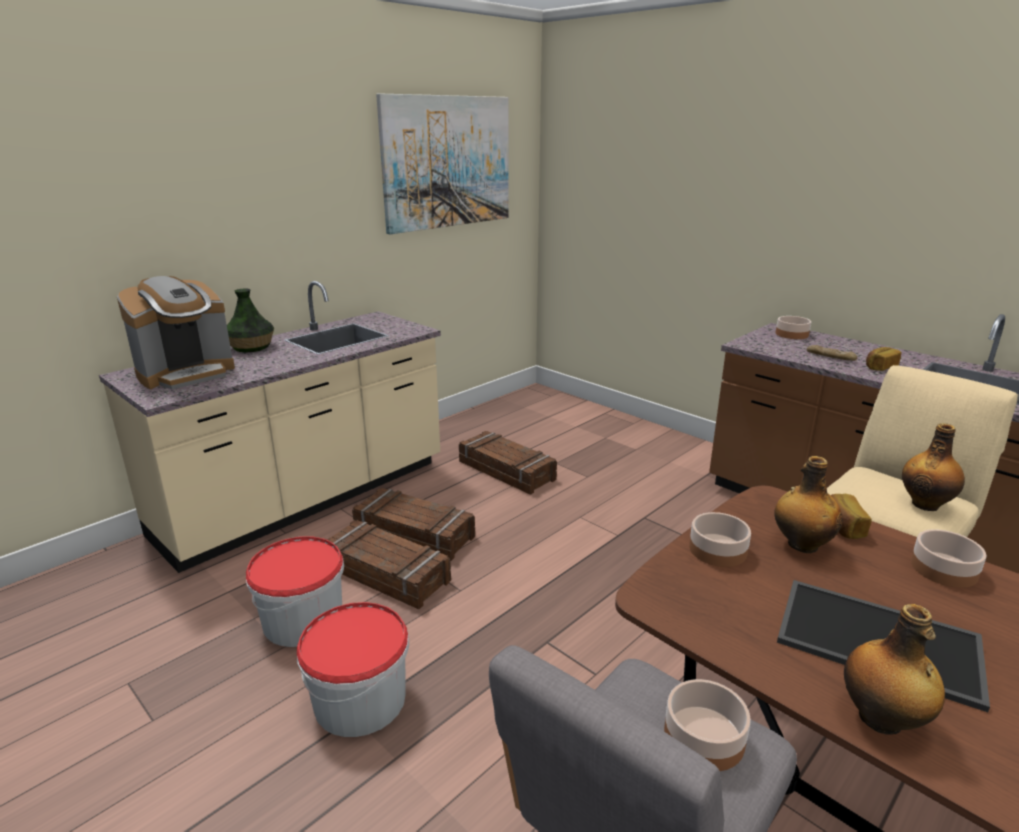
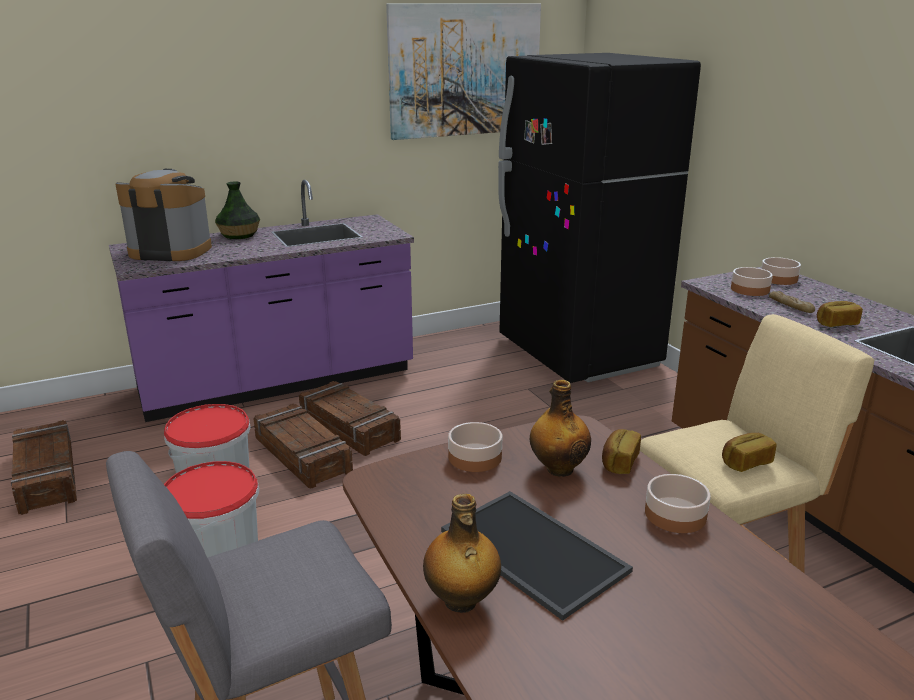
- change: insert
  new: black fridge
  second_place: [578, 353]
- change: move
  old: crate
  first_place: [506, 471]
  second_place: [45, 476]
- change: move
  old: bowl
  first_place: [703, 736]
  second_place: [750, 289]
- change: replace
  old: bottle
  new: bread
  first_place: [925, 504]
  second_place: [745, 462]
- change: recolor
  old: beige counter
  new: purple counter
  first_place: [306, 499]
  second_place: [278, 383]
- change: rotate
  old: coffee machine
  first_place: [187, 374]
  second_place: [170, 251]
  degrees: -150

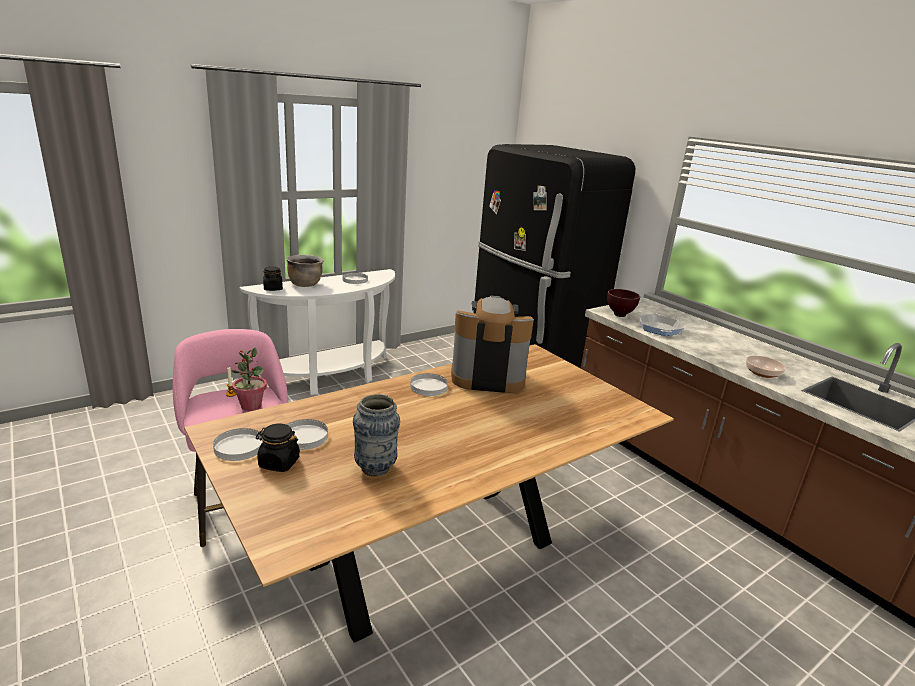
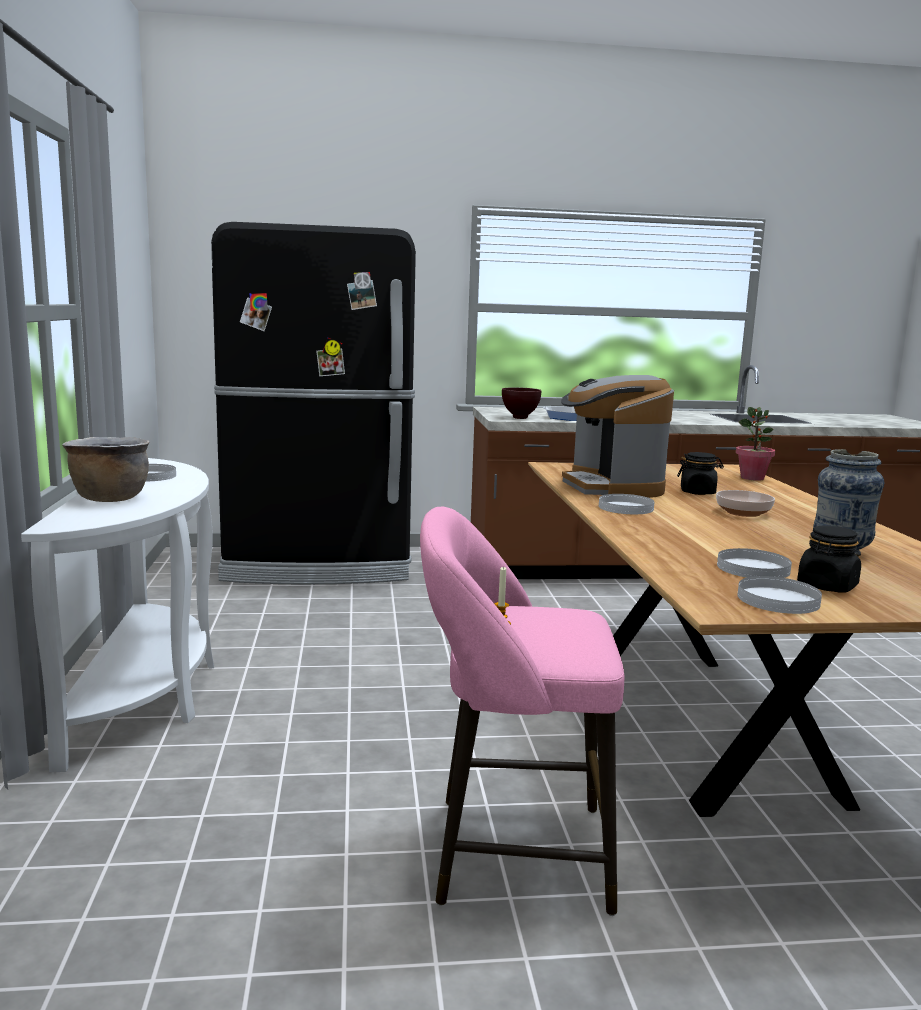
- change: move
  old: potted plant
  first_place: [251, 406]
  second_place: [752, 478]
- change: move
  old: black jar
  first_place: [273, 289]
  second_place: [698, 492]
- change: move
  old: bowl
  first_place: [762, 373]
  second_place: [744, 513]
- change: rotate
  old: coffee machine
  first_place: [487, 377]
  second_place: [611, 487]
  degrees: -45

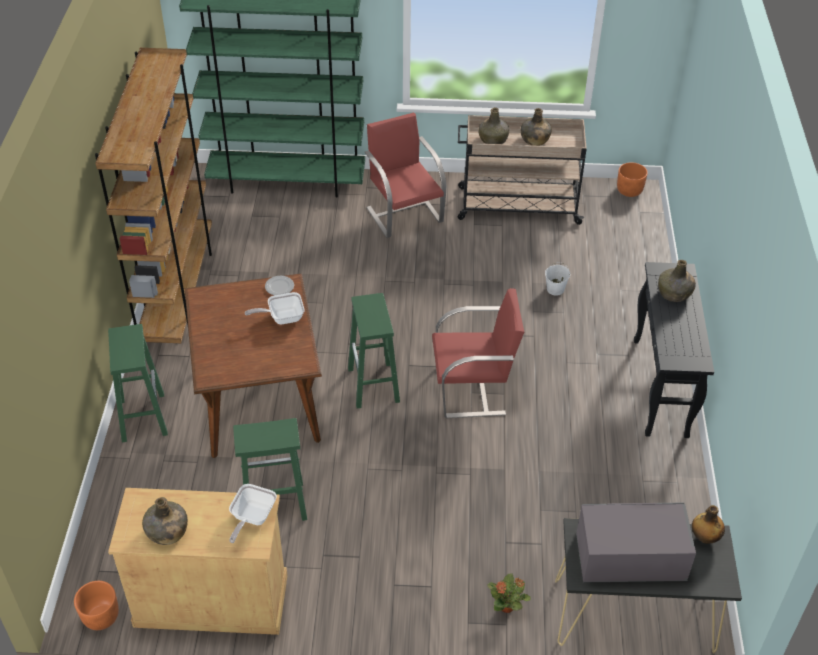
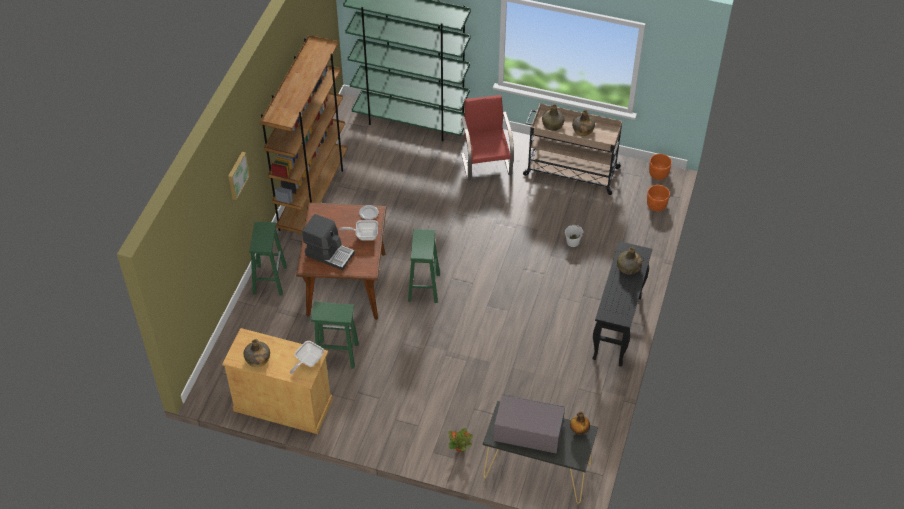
- change: delete
  old: red chair
  first_place: [473, 390]
- change: insert
  new: picture
  second_place: [237, 175]
- change: insert
  new: coffee machine
  second_place: [329, 253]
- change: move
  old: orange planter
  first_place: [101, 617]
  second_place: [656, 205]

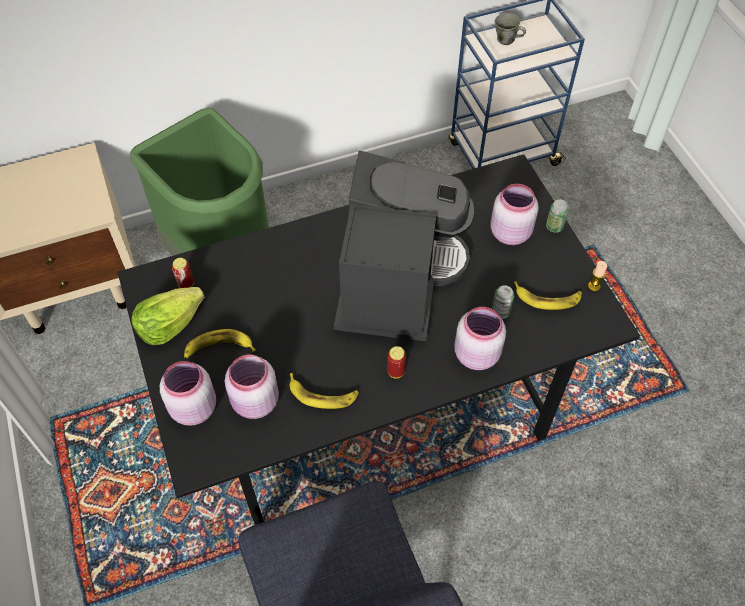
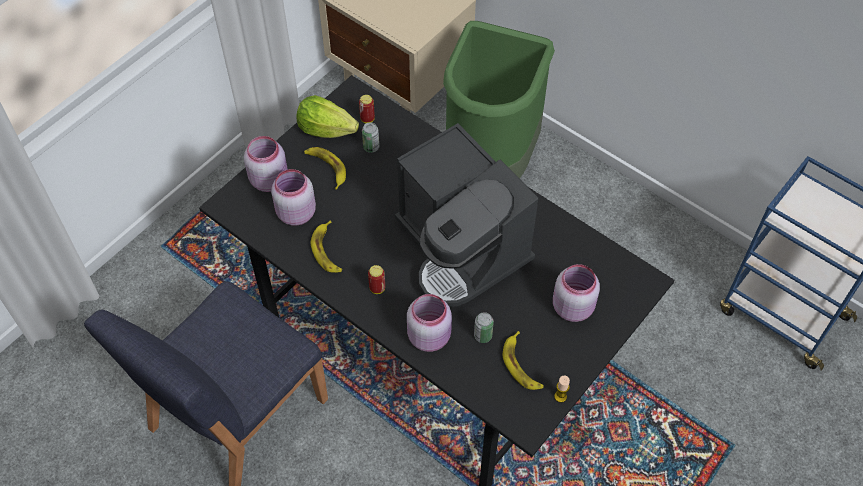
- change: delete
  old: grey mug
  first_place: [506, 40]
- change: move
  old: can
  first_place: [554, 226]
  second_place: [371, 147]
- change: rotate
  old: coffee machine
  first_place: [395, 282]
  second_place: [461, 248]
  degrees: 75

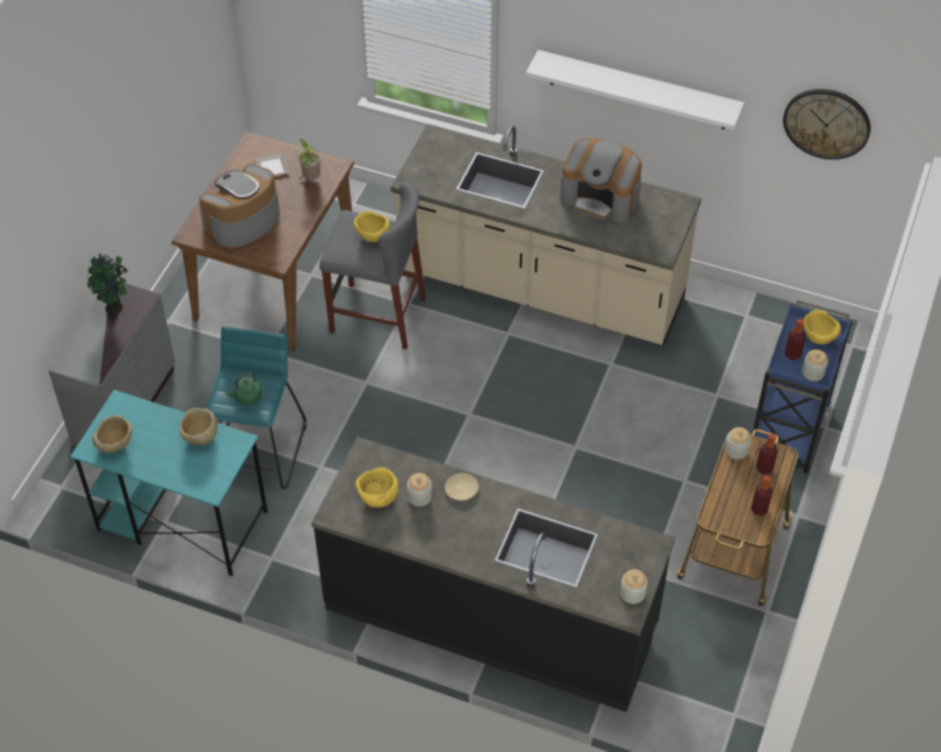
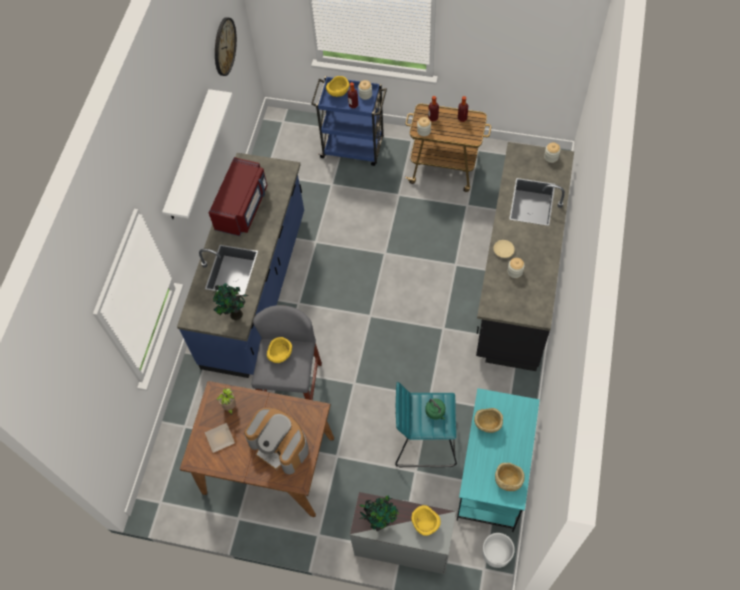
- change: insert
  new: potted plant
  second_place: [235, 315]
- change: insert
  new: white planter
  second_place: [496, 554]
- change: move
  old: yellow bowl
  first_place: [377, 497]
  second_place: [425, 524]
- change: replace
  old: coffee machine
  new: red microwave
  first_place: [601, 197]
  second_place: [242, 207]
- change: recolor
  old: beige counter
  new: blue counter
  first_place: [540, 289]
  second_place: [256, 289]

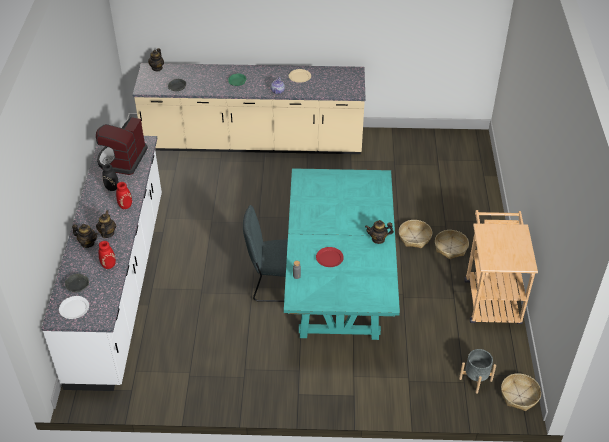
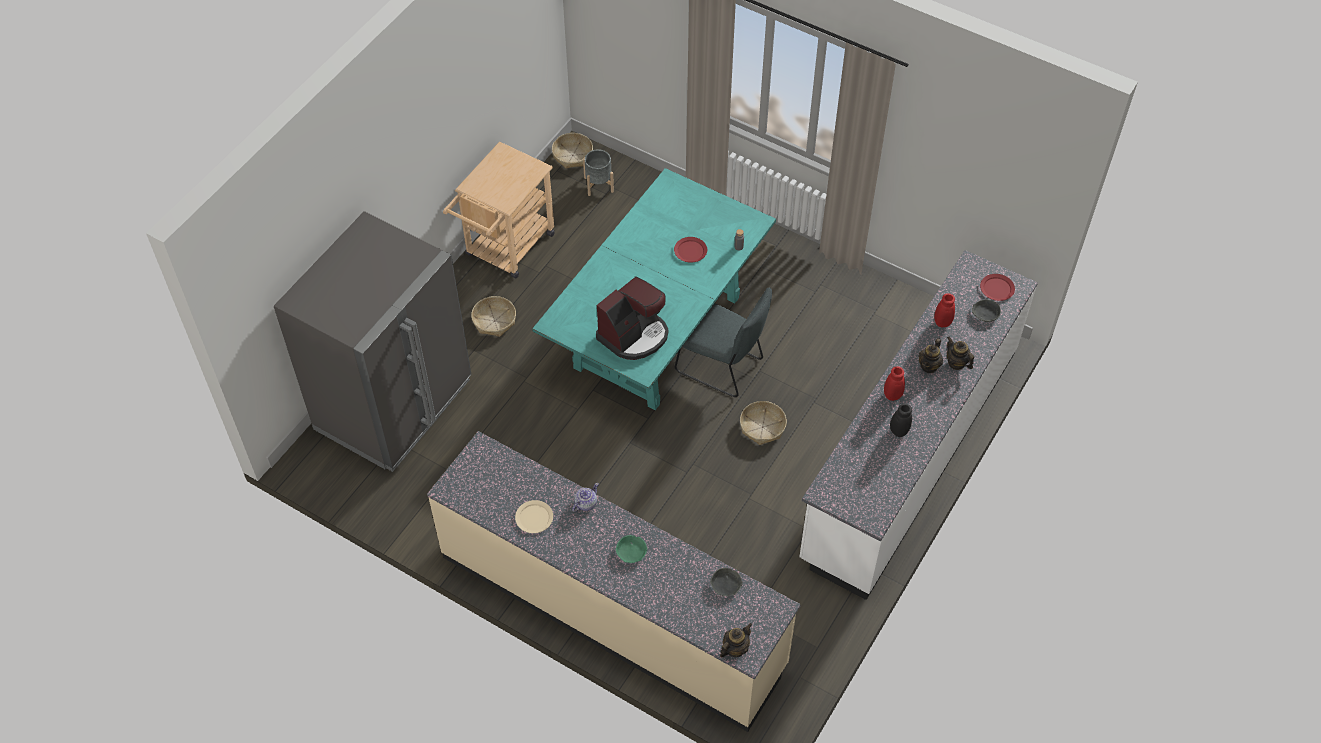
- change: delete
  old: teapot
  first_place: [378, 239]
- change: insert
  new: grey fridge
  second_place: [394, 405]
- change: move
  old: coffee machine
  first_place: [122, 159]
  second_place: [634, 335]
- change: move
  old: basket
  first_place: [414, 238]
  second_place: [762, 427]
- change: recolor
  old: white plate
  new: red plate
  first_place: [74, 308]
  second_place: [996, 288]

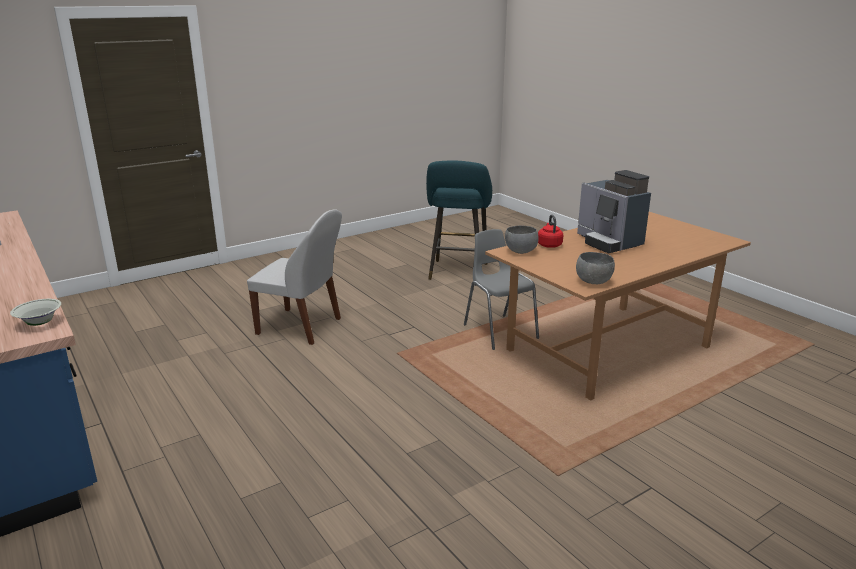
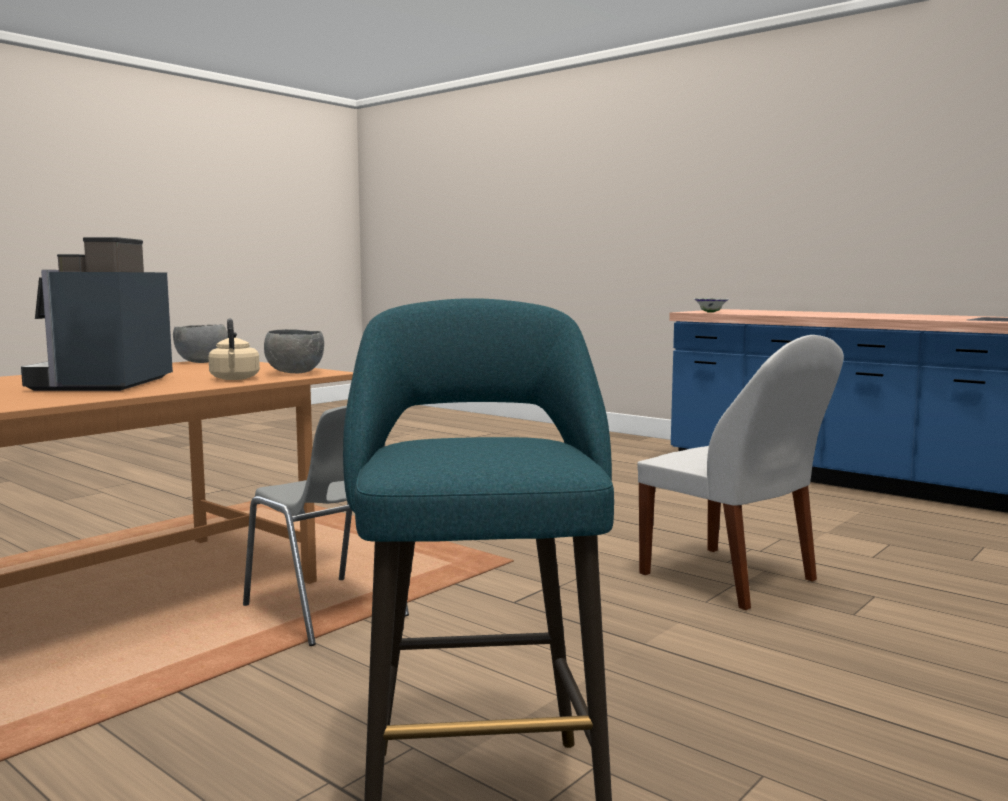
- change: recolor
  old: red kettle
  new: beige kettle
  first_place: [549, 245]
  second_place: [235, 379]
- change: rotate
  old: white chair
  first_place: [301, 327]
  second_place: [731, 579]
  degrees: -135
- change: rotate
  old: coffee machine
  first_place: [608, 242]
  second_place: [104, 384]
  degrees: -135

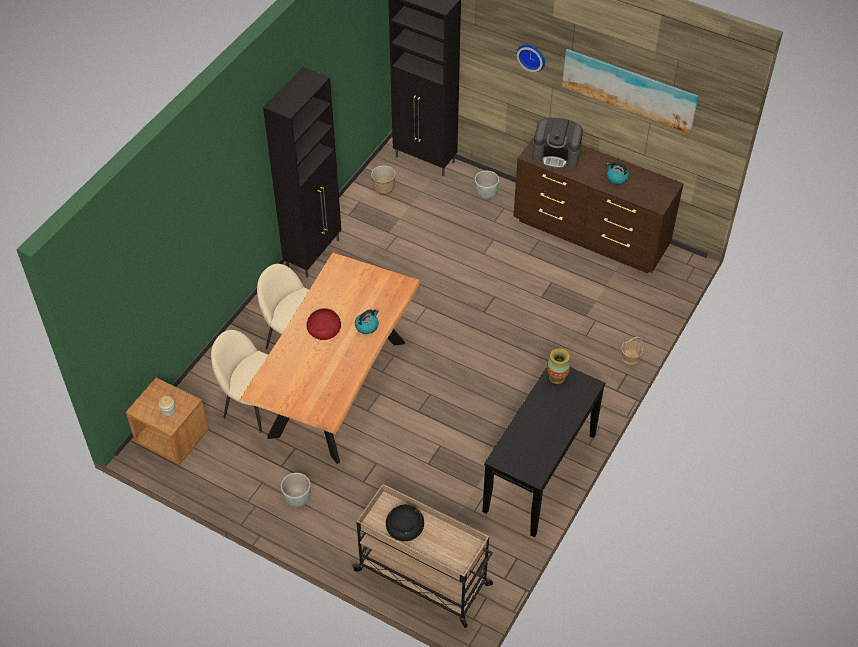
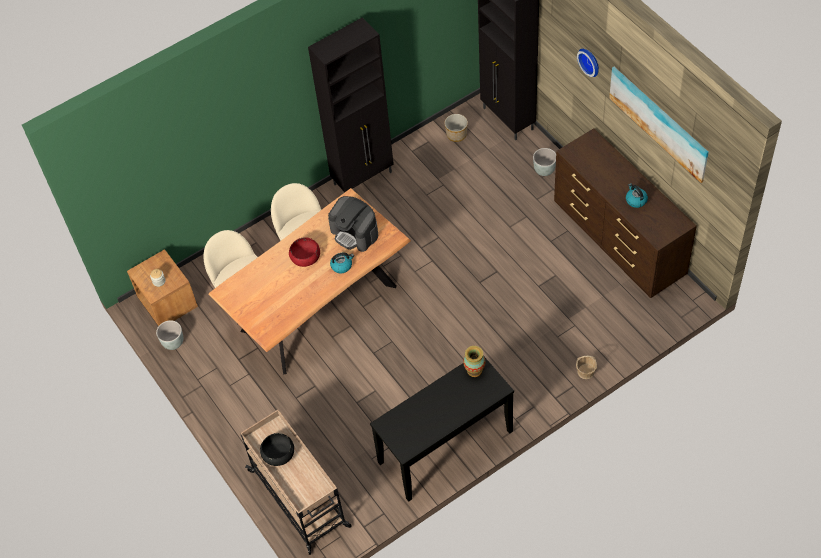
- change: move
  old: grey planter
  first_place: [297, 499]
  second_place: [173, 342]
- change: move
  old: coffee machine
  first_place: [556, 155]
  second_place: [355, 233]

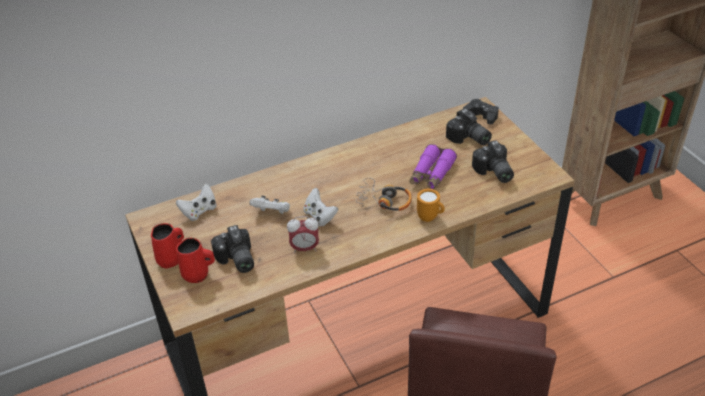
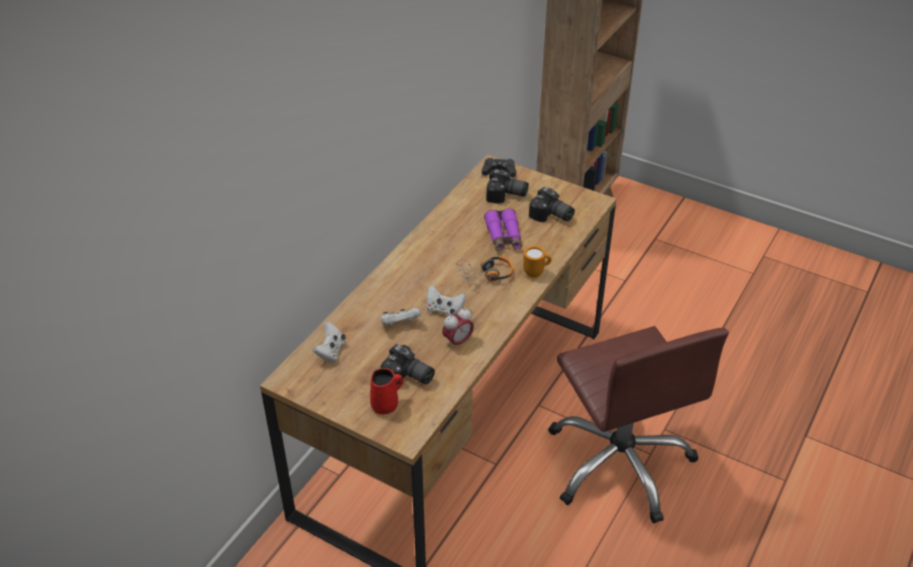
- change: delete
  old: red mug
  first_place: [171, 259]

